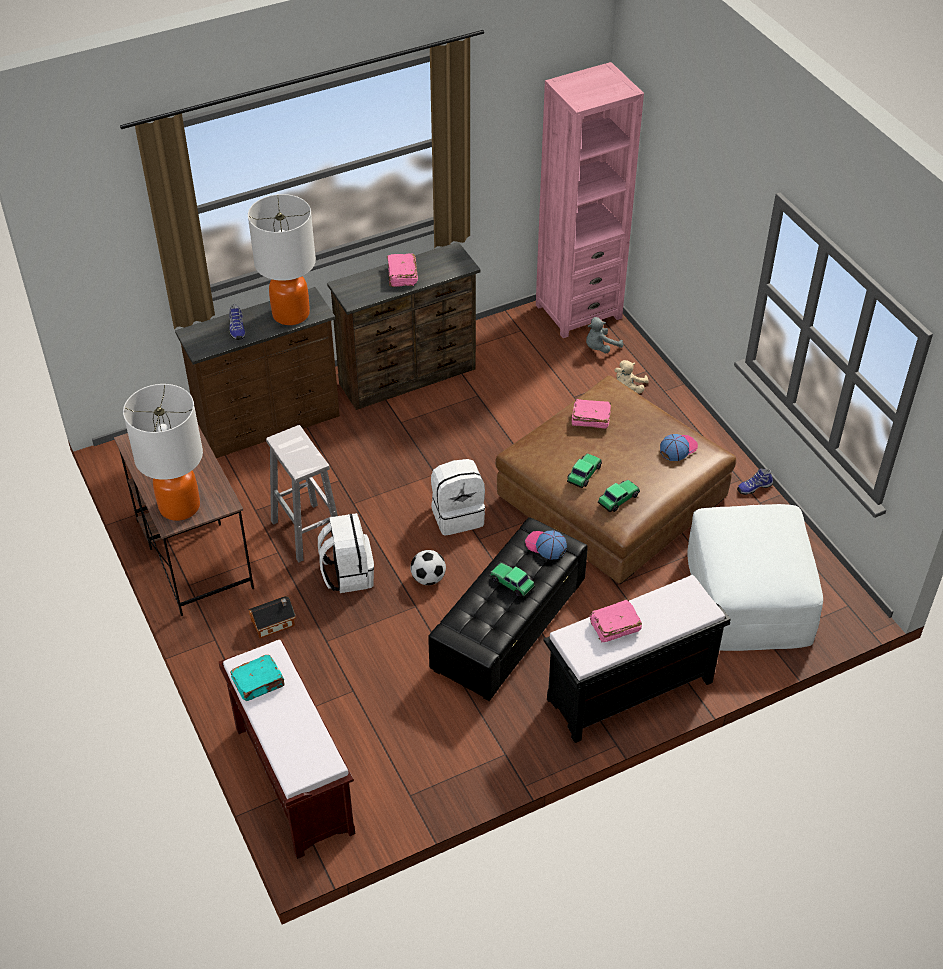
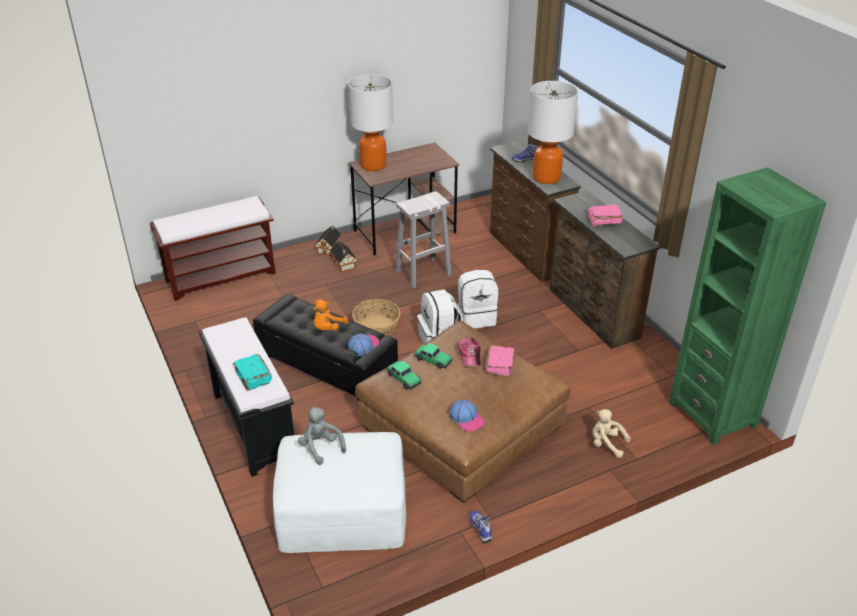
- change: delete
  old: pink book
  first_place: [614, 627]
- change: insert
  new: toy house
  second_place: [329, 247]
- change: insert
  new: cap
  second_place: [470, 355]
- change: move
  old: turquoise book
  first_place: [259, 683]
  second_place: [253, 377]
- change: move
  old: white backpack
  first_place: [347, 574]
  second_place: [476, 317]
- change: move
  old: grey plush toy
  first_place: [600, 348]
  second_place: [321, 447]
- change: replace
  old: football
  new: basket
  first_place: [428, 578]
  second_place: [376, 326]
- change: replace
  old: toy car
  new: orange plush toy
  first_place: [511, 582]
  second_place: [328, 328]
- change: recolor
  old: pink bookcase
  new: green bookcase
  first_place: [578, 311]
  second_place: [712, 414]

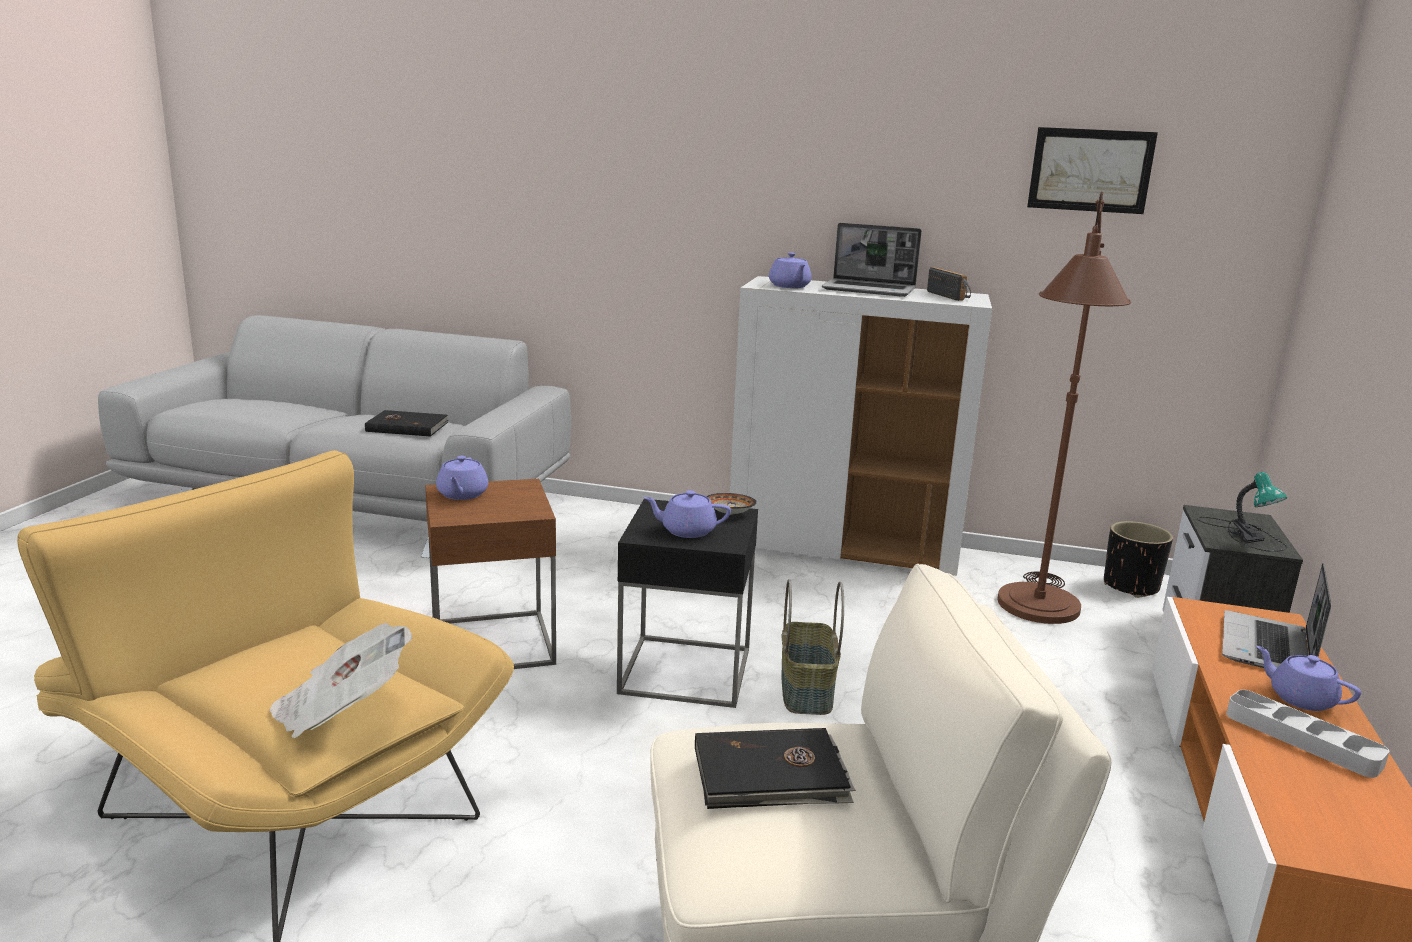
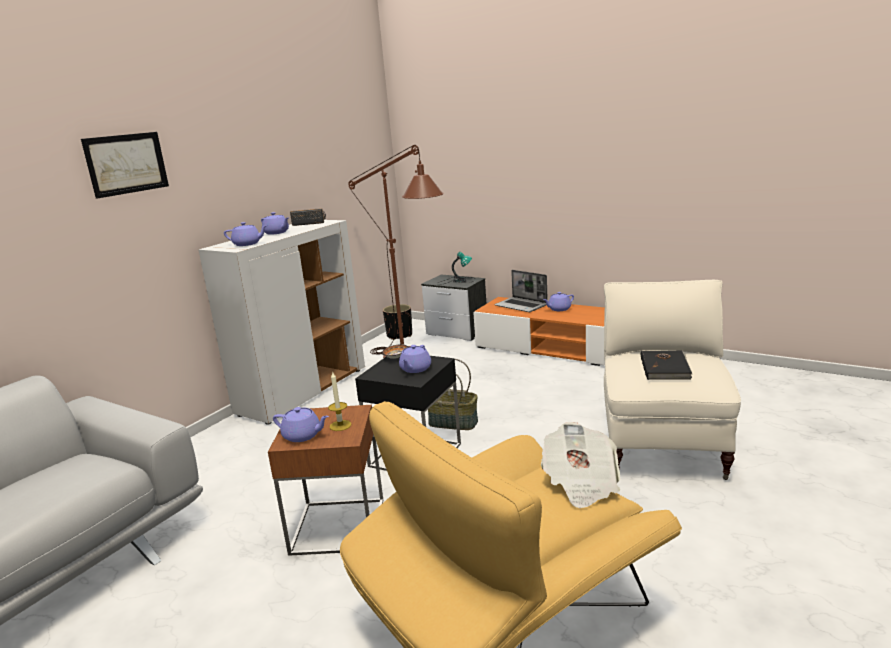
- change: delete
  old: black book
  first_place: [407, 426]
- change: delete
  old: grey tray
  first_place: [1302, 739]
- change: insert
  new: candle
  second_place: [340, 425]
- change: move
  old: picture
  first_place: [1090, 170]
  second_place: [126, 164]
- change: replace
  old: laptop
  new: purple teapot
  first_place: [870, 290]
  second_place: [276, 233]

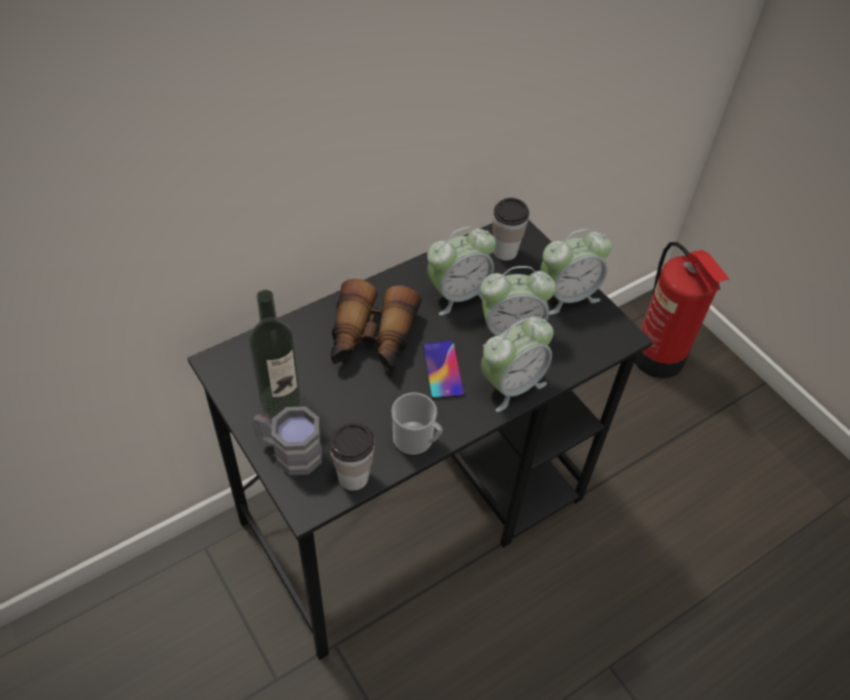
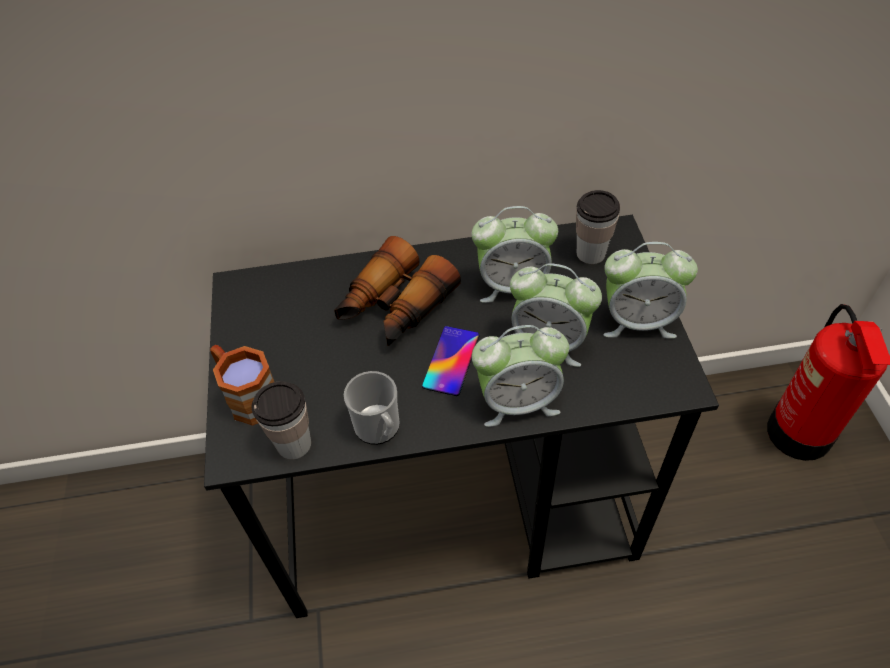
- change: delete
  old: bottle
  first_place: [280, 399]
- change: recolor
  old: grey mug
  new: brown mug
  first_place: [289, 452]
  second_place: [248, 396]

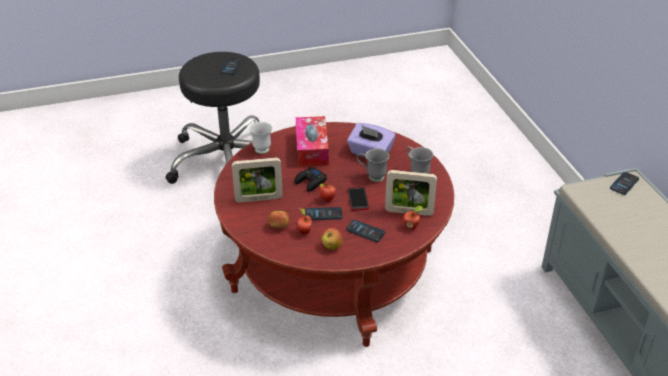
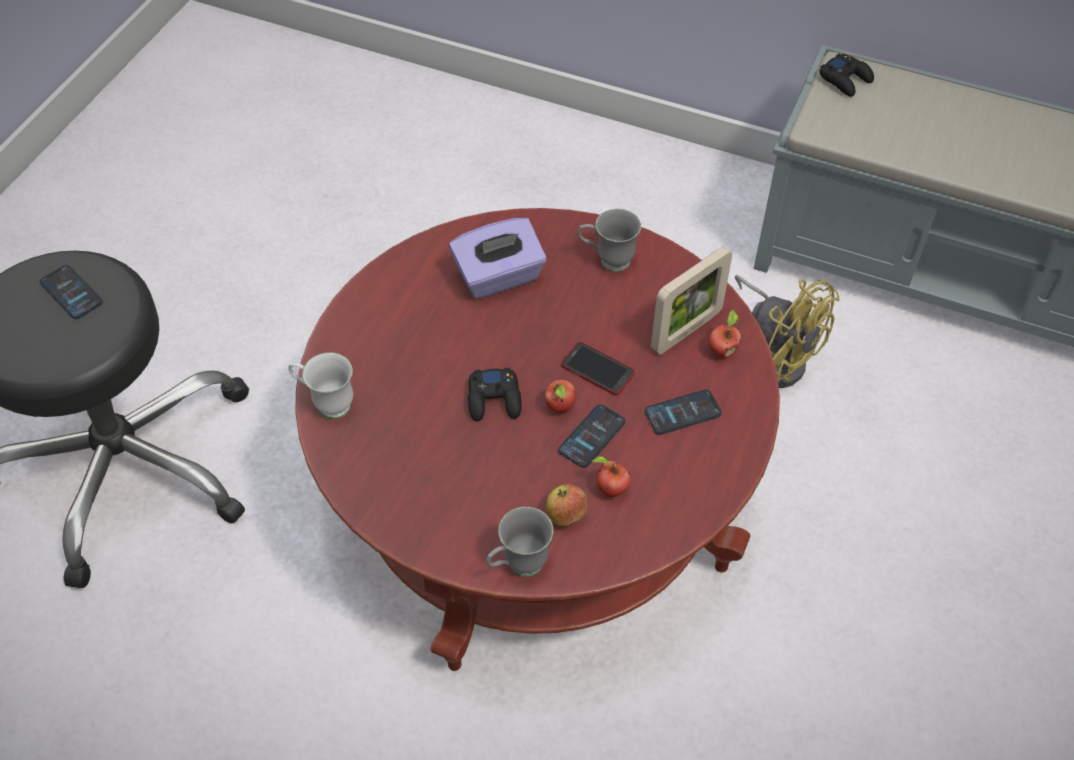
- change: delete
  old: picture frame
  first_place: [258, 199]
- change: delete
  old: tissue box
  first_place: [311, 149]
- change: delete
  old: apple
  first_place: [332, 246]
- change: insert
  new: yellow fan
  second_place: [775, 355]
- change: move
  old: grey mug
  first_place: [372, 176]
  second_place: [518, 566]
- change: replace
  old: phone
  new: black game controller
  first_place: [624, 184]
  second_place: [845, 80]

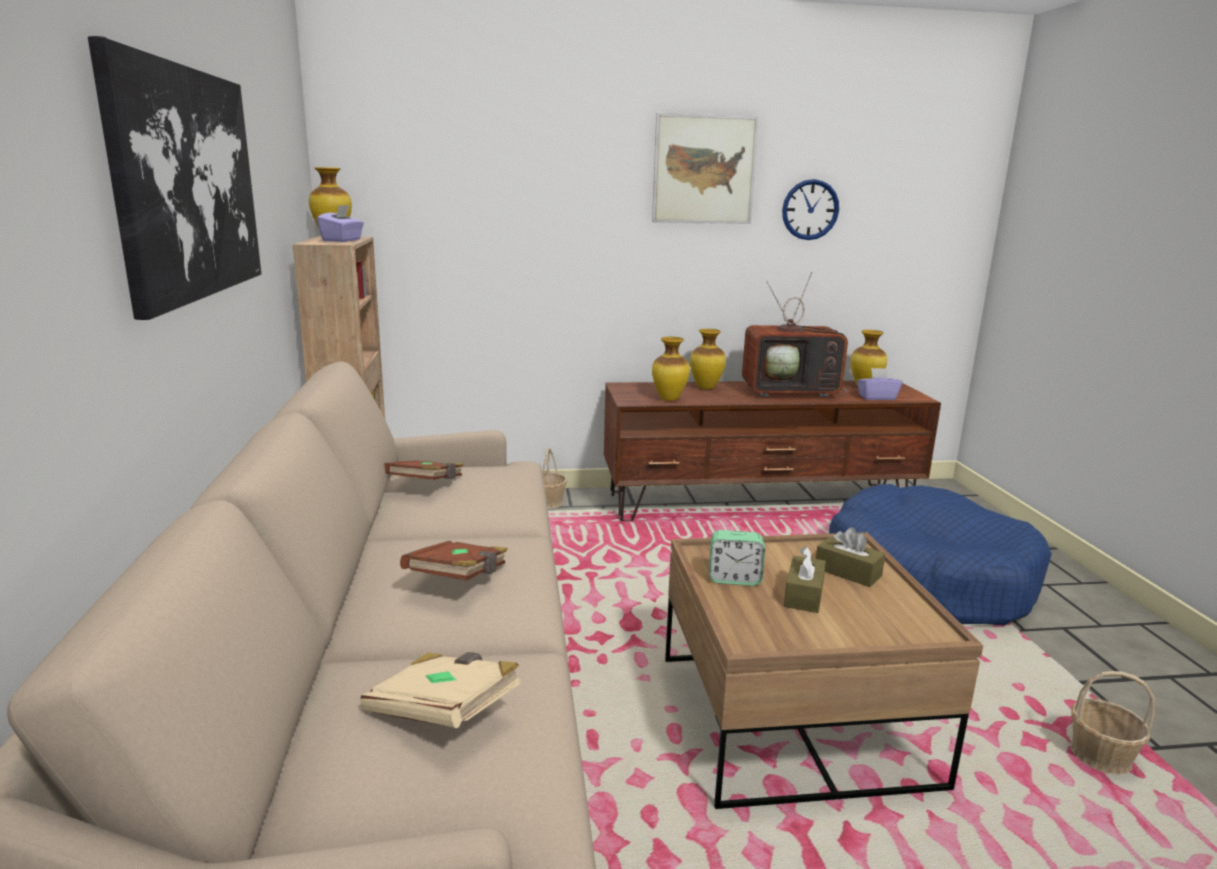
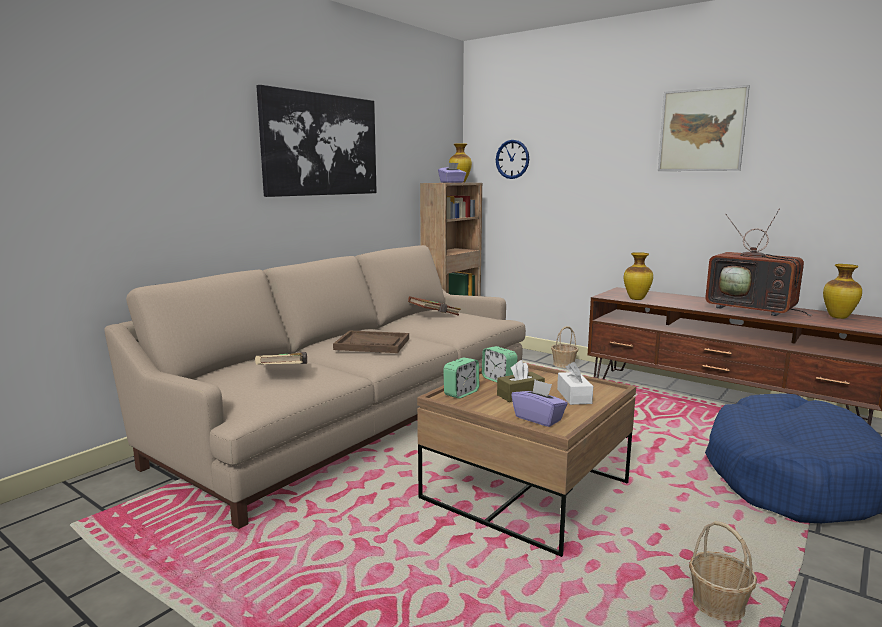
- change: delete
  old: vase
  first_place: [706, 388]
- change: insert
  new: alarm clock
  second_place: [461, 393]
- change: move
  old: wall clock
  first_place: [810, 209]
  second_place: [512, 159]
- change: move
  old: purple tissue box
  first_place: [876, 397]
  second_place: [538, 418]
- change: replace
  old: brown book
  new: brown tray
  first_place: [459, 579]
  second_place: [372, 344]
- change: recolor
  old: brown tissue box
  new: white tissue box
  first_place: [848, 572]
  second_place: [574, 396]

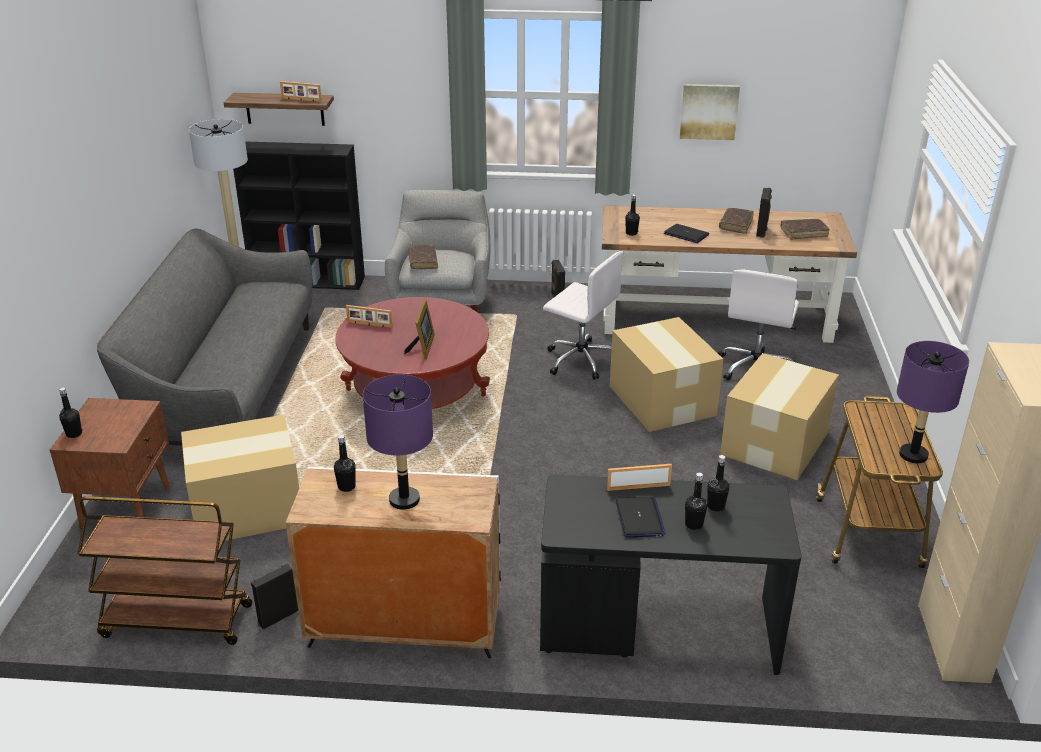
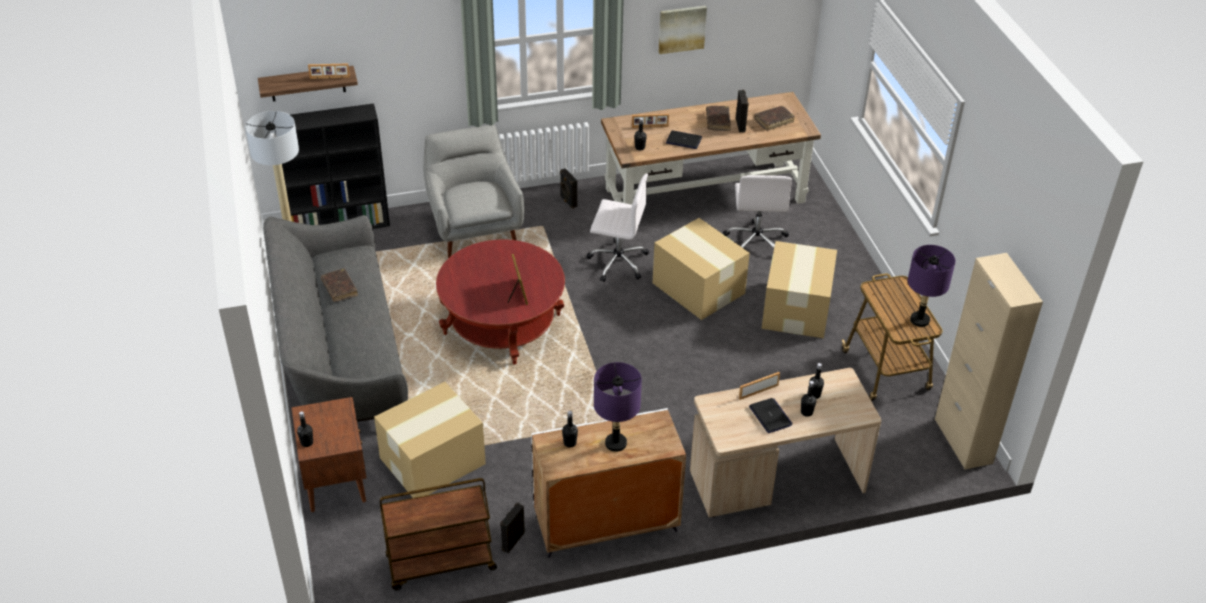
- change: move
  old: picture frame
  first_place: [369, 325]
  second_place: [650, 127]
- change: move
  old: brown book
  first_place: [423, 261]
  second_place: [339, 289]
- change: recolor
  old: black desk
  new: beige desk
  first_place: [657, 629]
  second_place: [776, 480]

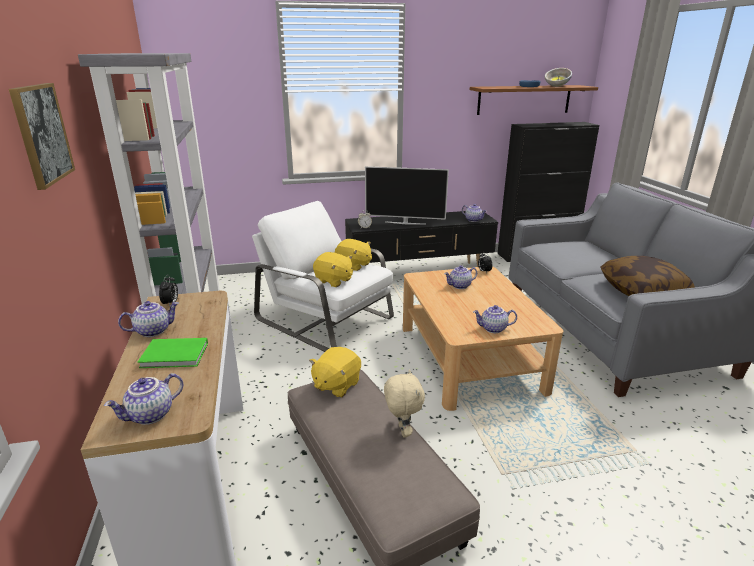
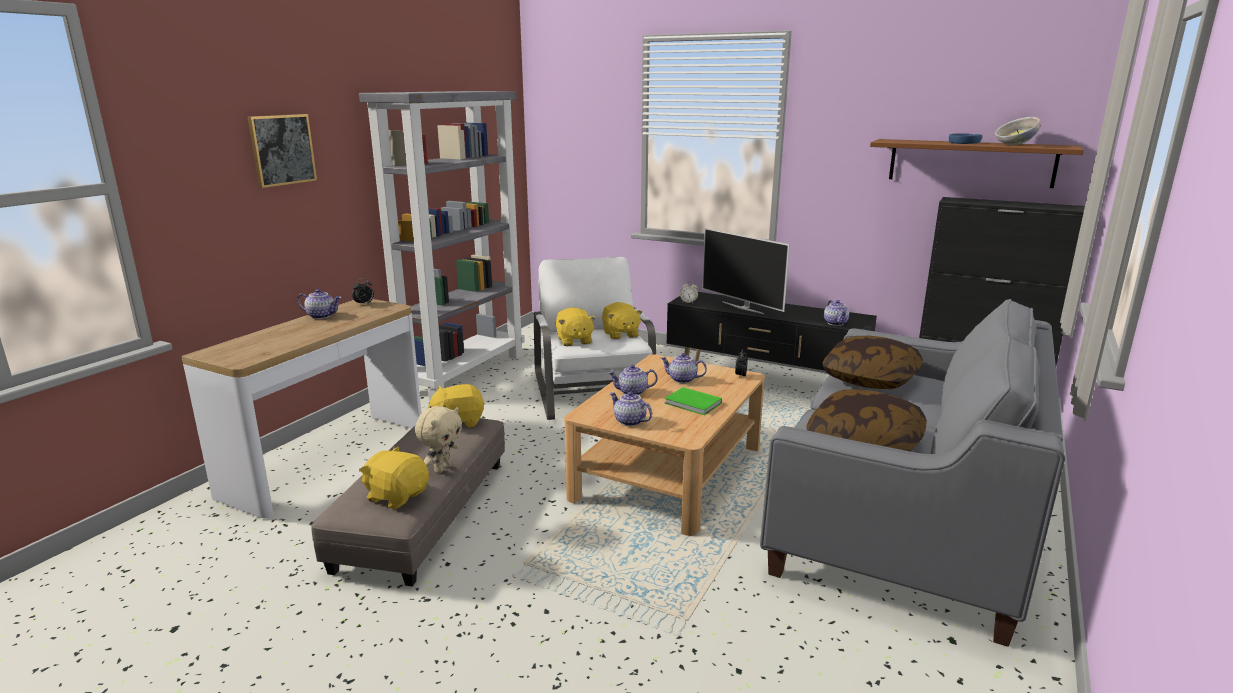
- change: insert
  new: yellow plush toy
  second_place: [397, 496]
- change: insert
  new: pillow
  second_place: [870, 379]
- change: move
  old: teapot
  first_place: [150, 415]
  second_place: [632, 392]
- change: move
  old: green book
  first_place: [176, 356]
  second_place: [693, 404]

